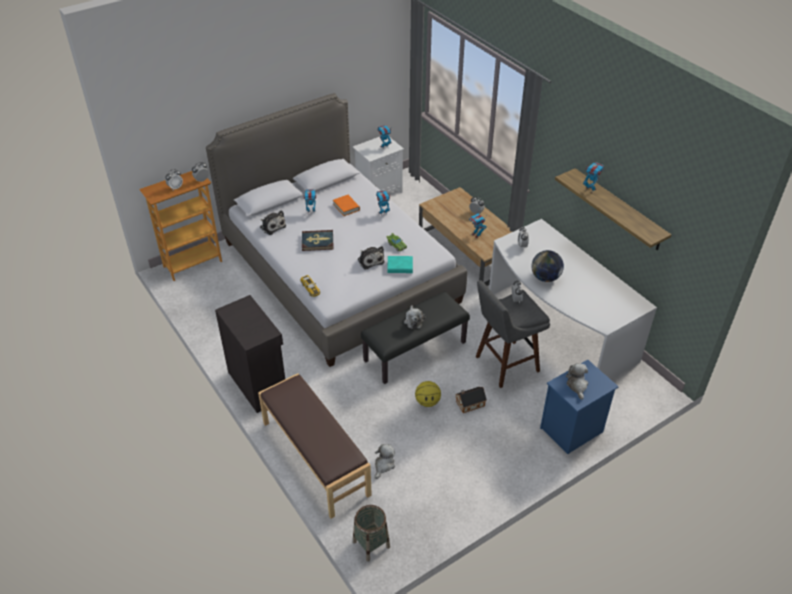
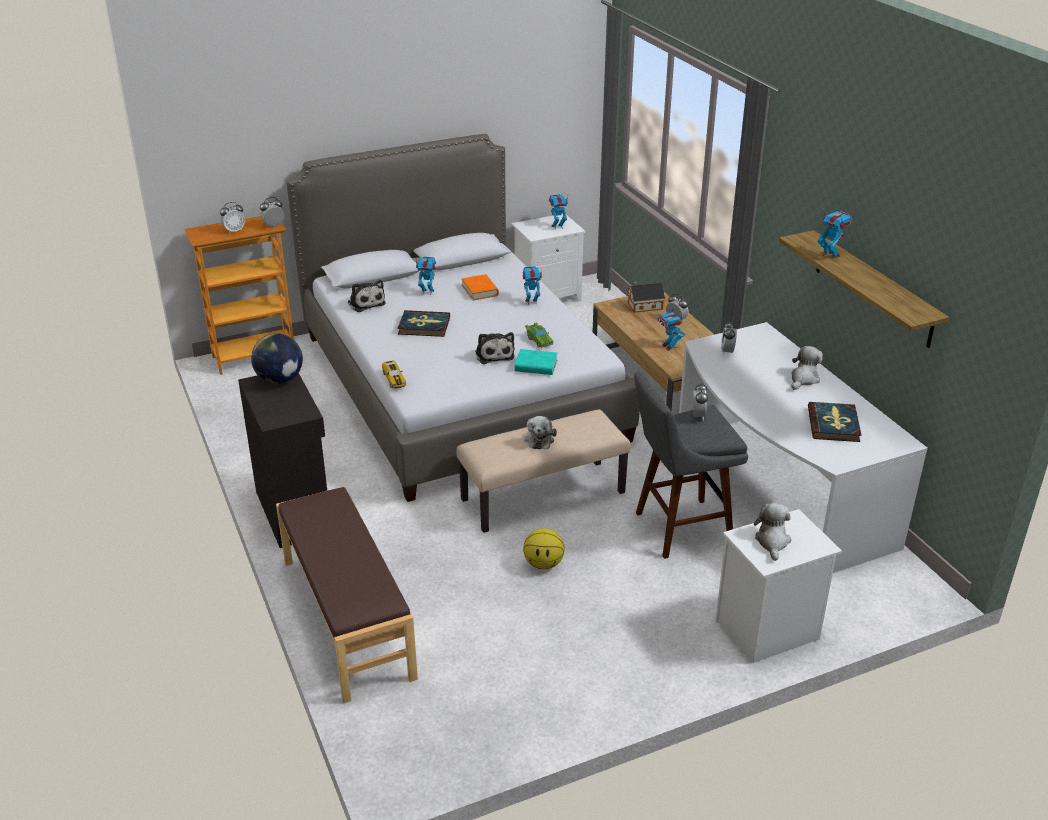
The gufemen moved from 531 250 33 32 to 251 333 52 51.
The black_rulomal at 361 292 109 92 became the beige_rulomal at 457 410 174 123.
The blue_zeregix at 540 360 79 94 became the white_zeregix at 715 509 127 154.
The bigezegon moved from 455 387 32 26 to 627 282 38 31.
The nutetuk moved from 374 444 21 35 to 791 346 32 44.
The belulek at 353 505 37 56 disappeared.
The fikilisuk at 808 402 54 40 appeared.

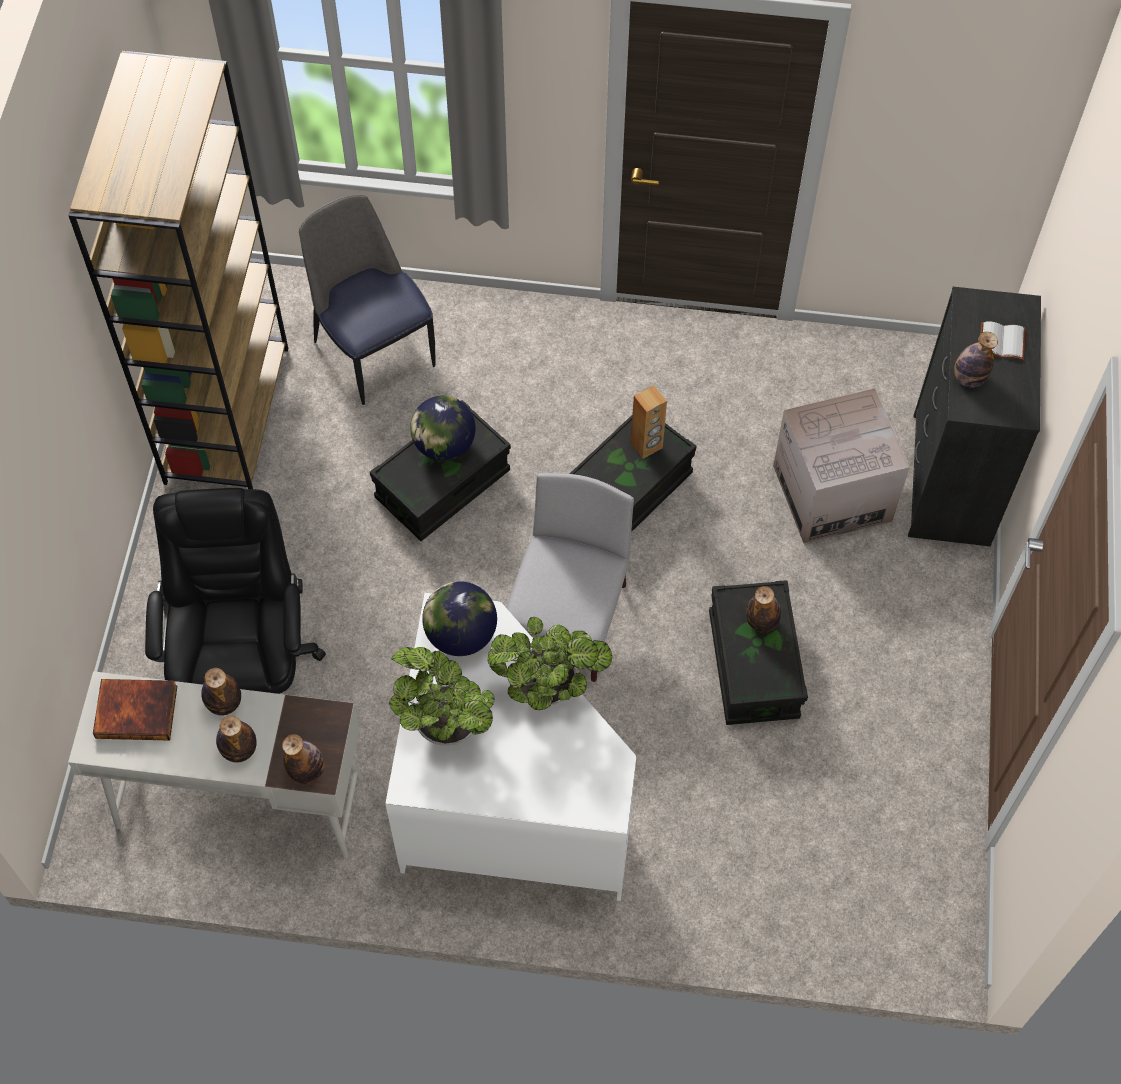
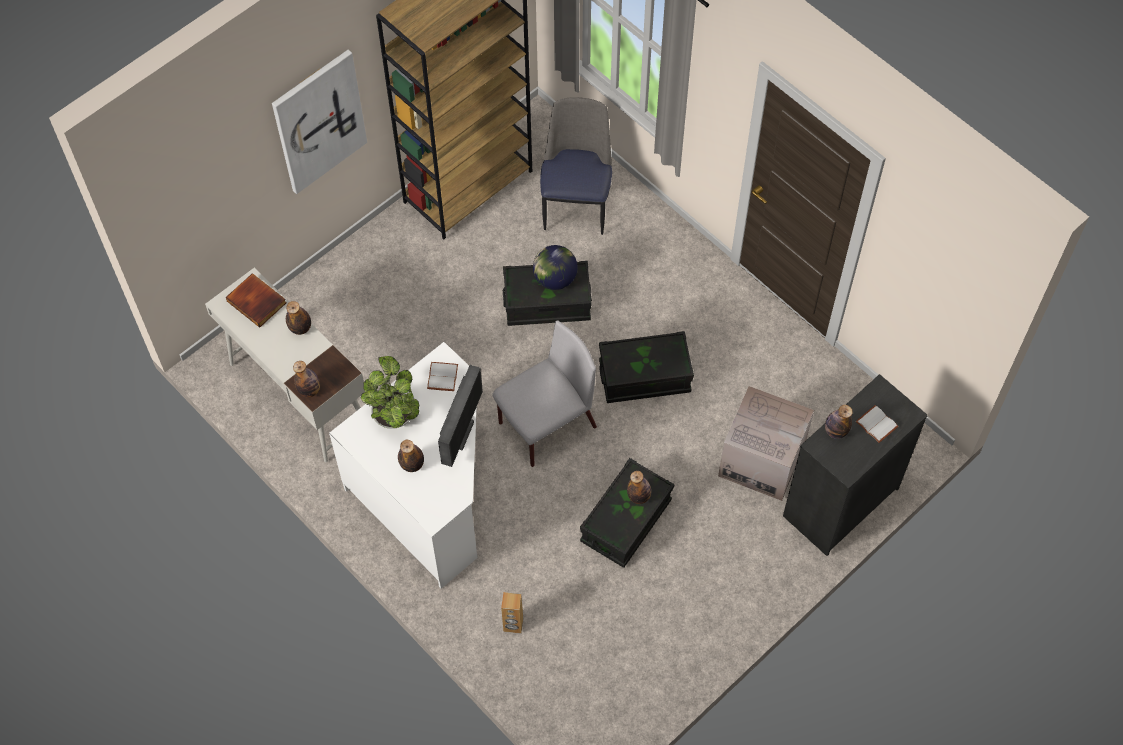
The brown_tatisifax moved from 631 385 36 74 to 501 592 22 42.
The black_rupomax at 145 488 181 206 disappeared.
The gufemen at 422 581 75 75 was replaced by the white_fikilisuk at 427 362 31 29.
The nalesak at 487 617 125 93 was replaced by the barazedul at 438 365 45 102.
The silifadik moved from 216 715 41 48 to 398 440 26 32.
The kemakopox at 272 49 95 145 appeared.

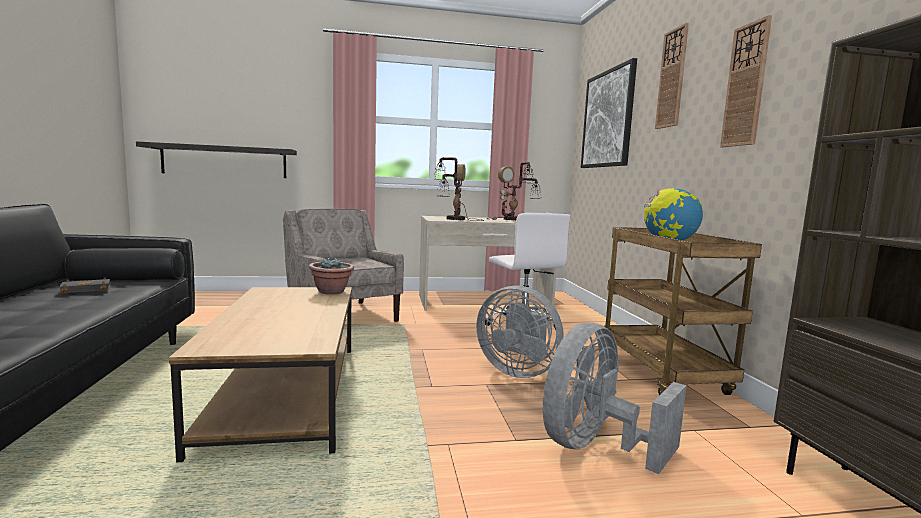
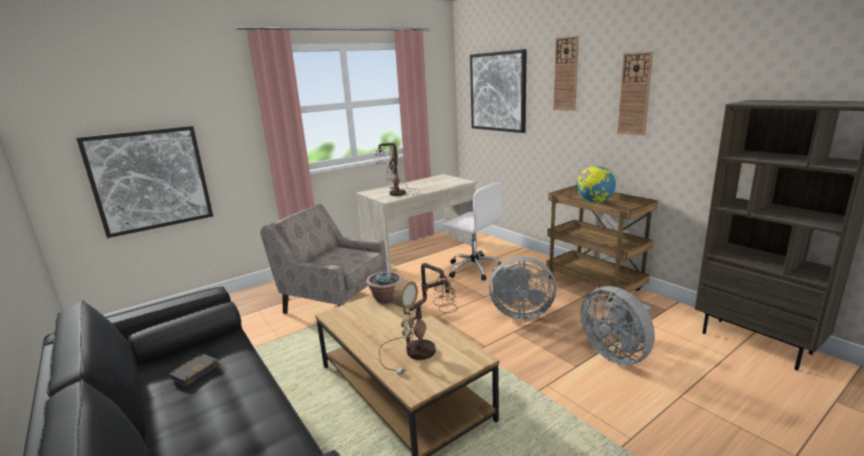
The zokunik at 136 141 161 37 was replaced by the kemakopox at 76 126 137 112.
The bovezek moved from 491 162 50 59 to 379 263 79 112.
The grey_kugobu at 543 323 144 151 turned 45 degrees counterclockwise.

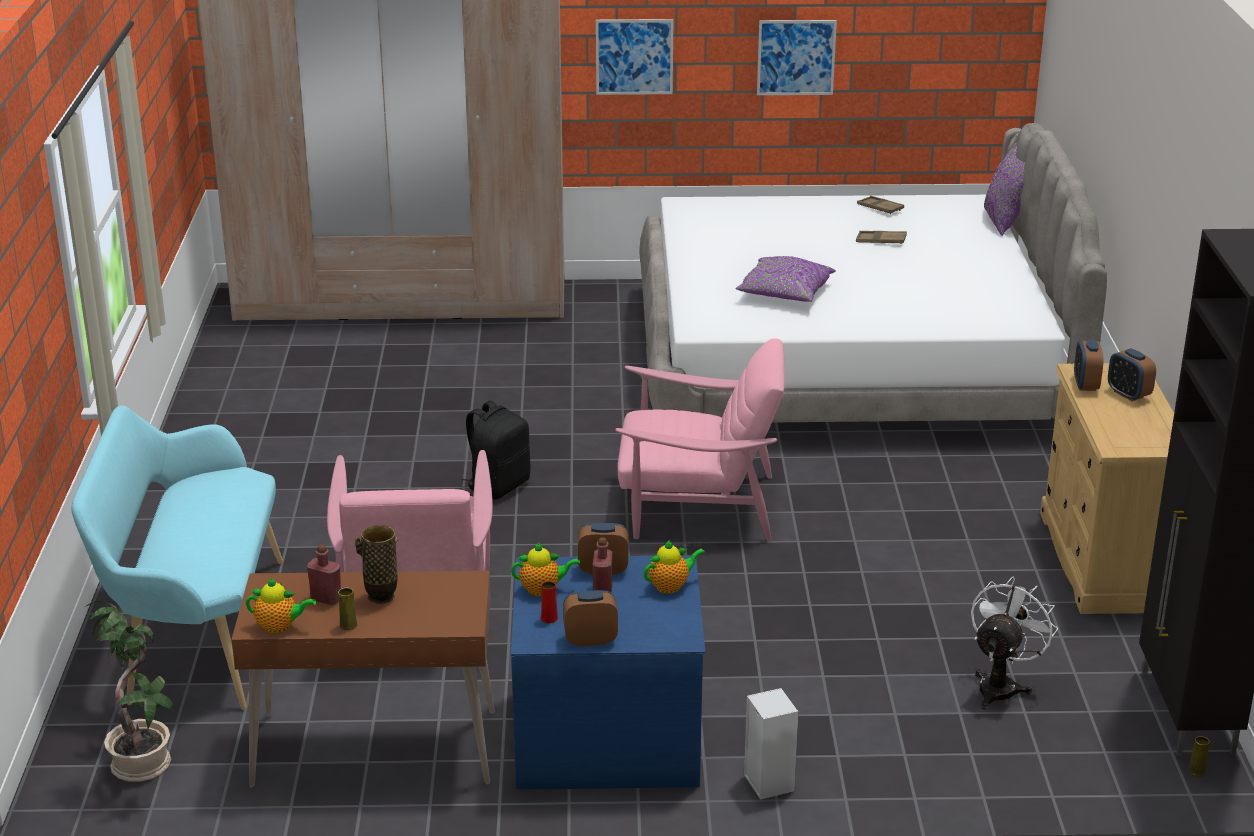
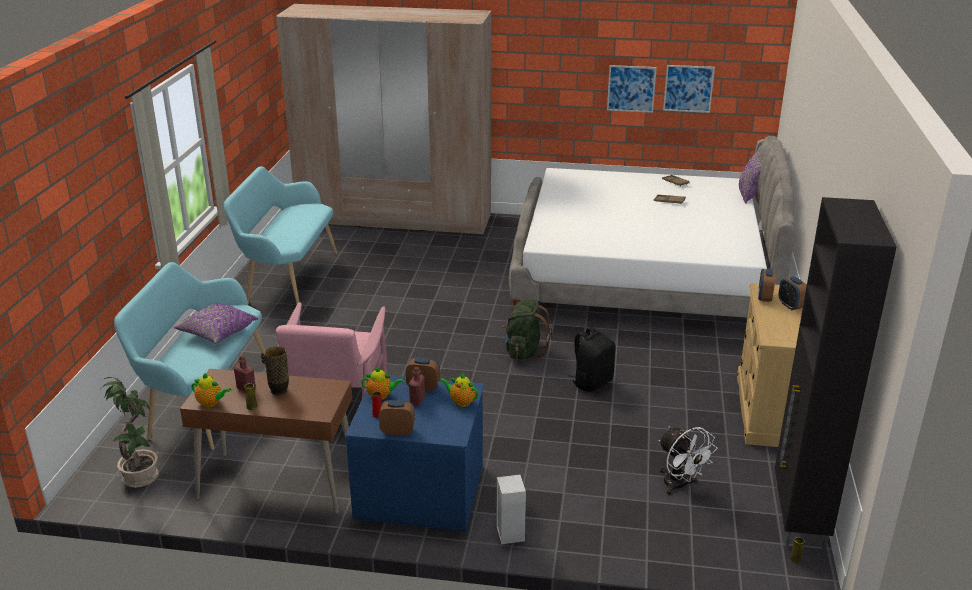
The kemakopox moved from 596 19 77 76 to 663 65 52 48.
The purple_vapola moved from 735 256 101 46 to 174 303 85 41.
The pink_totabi at 615 338 169 203 was replaced by the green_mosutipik at 502 299 51 61.
The black_mosutipik moved from 462 400 68 100 to 568 327 47 65.
The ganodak at 644 540 61 54 turned 135 degrees counterclockwise.
The white_kugobu at 971 576 87 133 turned 105 degrees clockwise.
The turquoise_rulomal at 224 166 113 138 appeared.

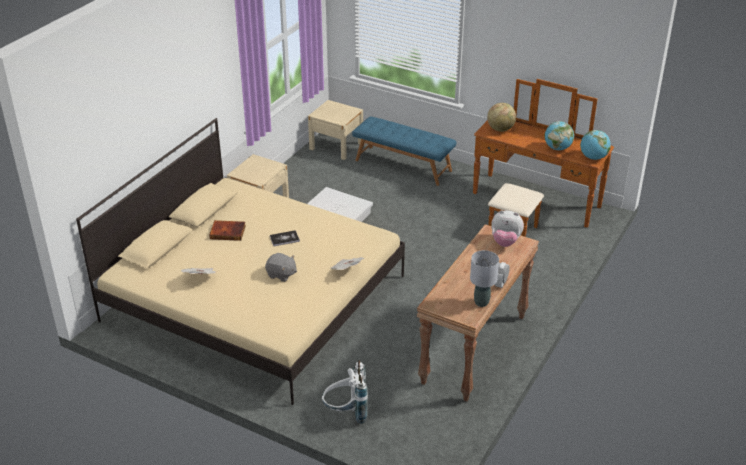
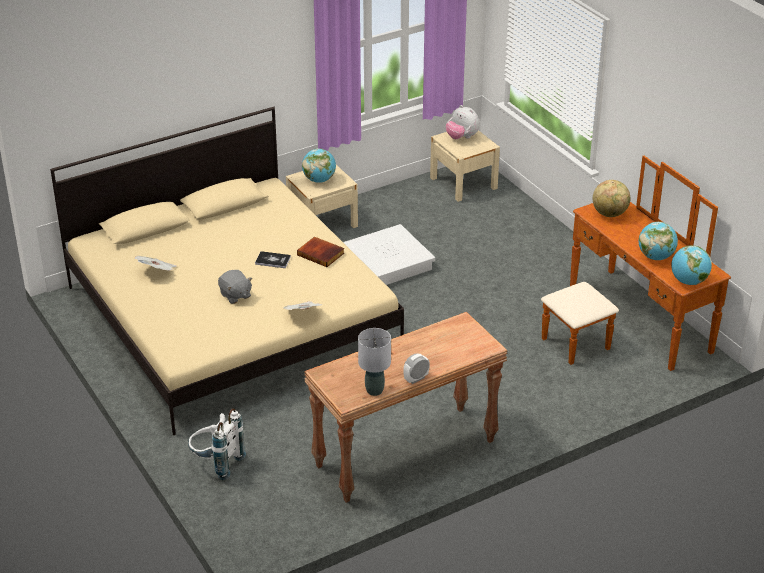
The blue_rulomal at 352 116 105 70 disappeared.
The nutetuk moved from 491 210 33 37 to 446 105 34 34.
The fikilisuk moved from 209 220 37 21 to 297 236 47 31.
The gufemen at 302 148 34 35 appeared.

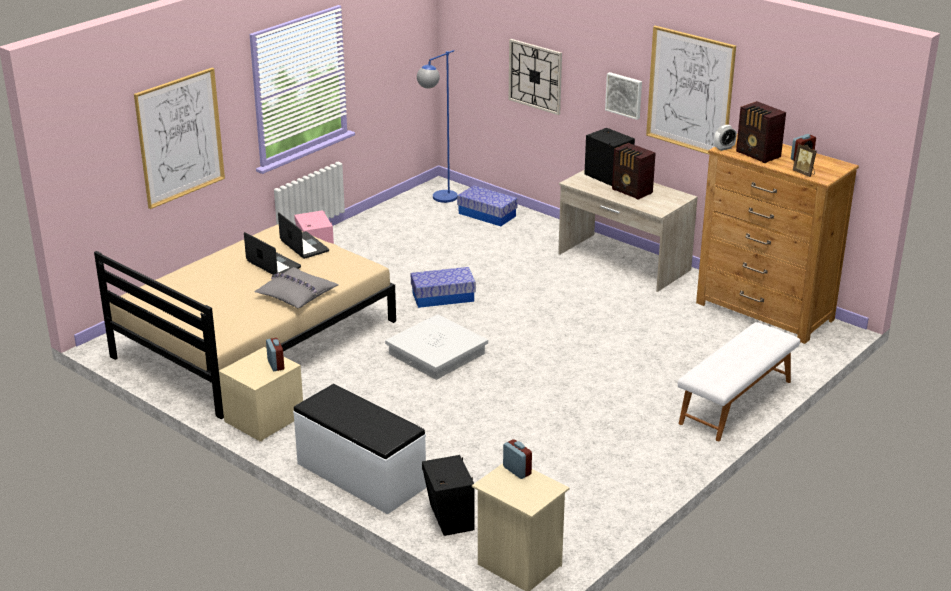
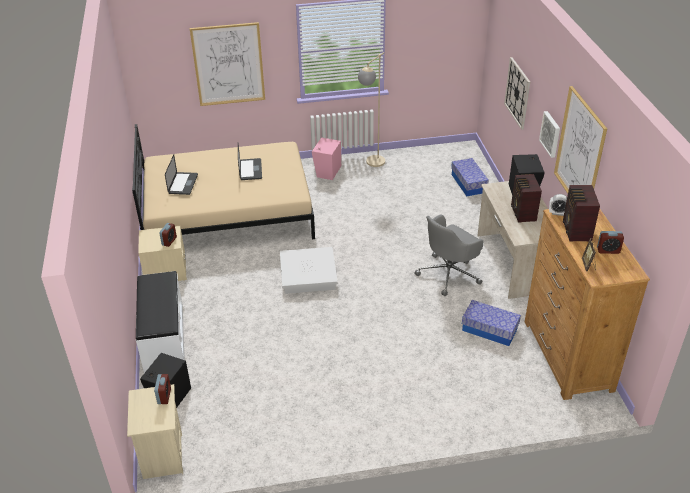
The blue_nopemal at 417 50 41 153 disappeared.
The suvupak moved from 278 212 51 47 to 165 155 33 40.
The grey_vapola at 254 267 85 41 disappeared.
The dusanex moved from 411 267 65 41 to 462 300 59 46.
The white_rulomal at 678 322 122 119 disappeared.
The beige_nopemal at 358 52 27 115 appeared.
The grey_rupomax at 414 214 70 82 appeared.

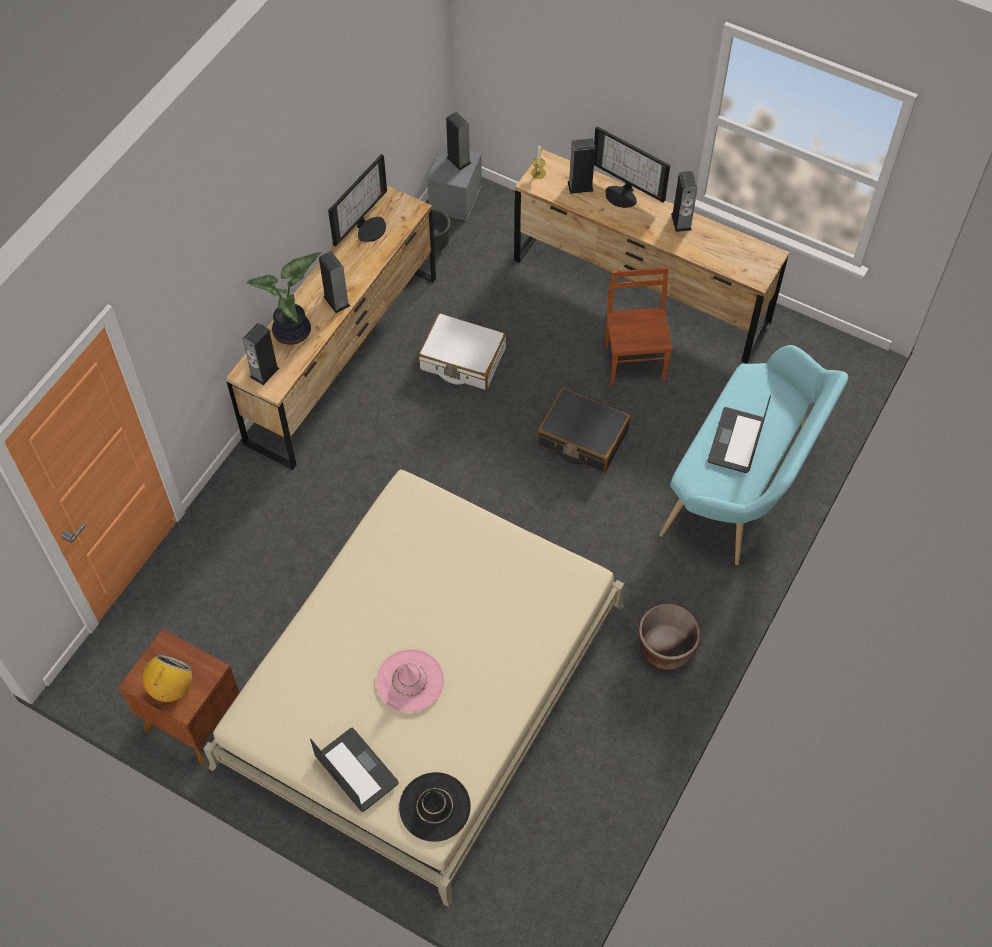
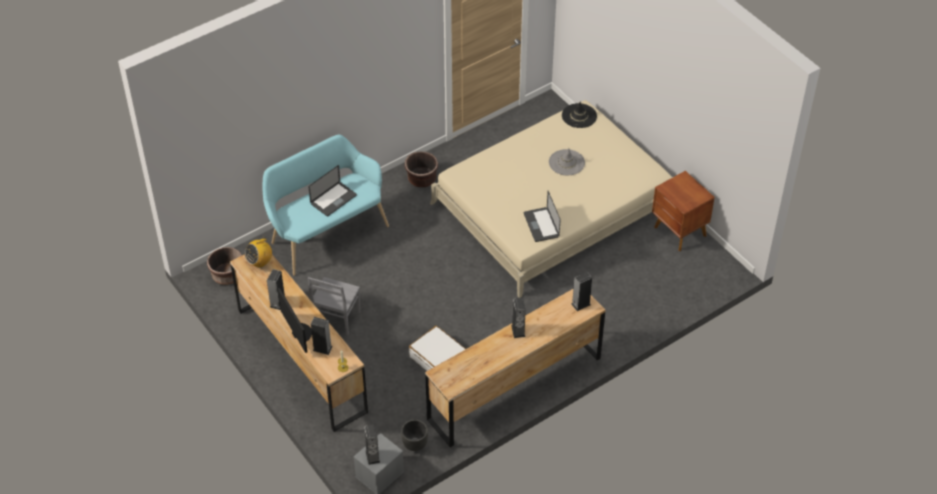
The barazedul at 328 154 59 93 disappeared.
The nalesak at 247 252 75 93 disappeared.
The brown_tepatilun at 605 267 68 119 became the grey_tepatilun at 308 277 52 58.
The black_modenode at 537 388 93 84 disappeared.
The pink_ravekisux at 376 649 68 64 became the grey_ravekisux at 549 148 36 27.
The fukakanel moved from 143 655 49 47 to 245 237 27 31.
The suvupak moved from 310 728 89 84 to 524 191 36 51.
The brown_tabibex at 207 247 35 38 appeared.

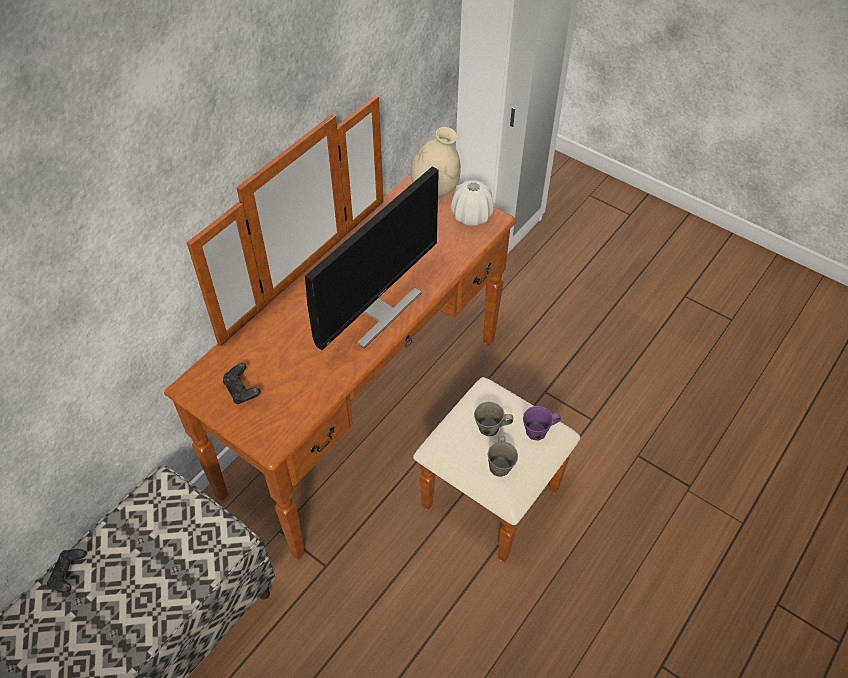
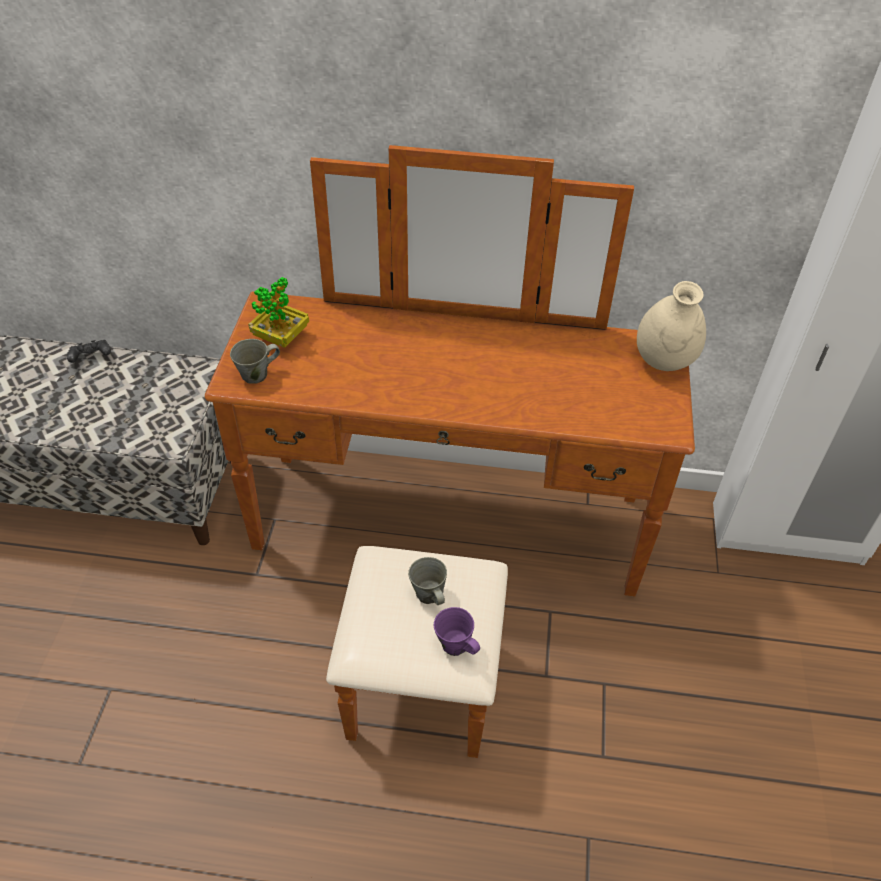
The barazedul at 305 167 134 183 disappeared.
The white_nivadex at 451 180 43 46 disappeared.
The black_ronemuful at 223 363 38 41 was replaced by the nalesak at 249 277 60 71.
The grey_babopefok moved from 488 436 30 41 to 230 339 50 45.

